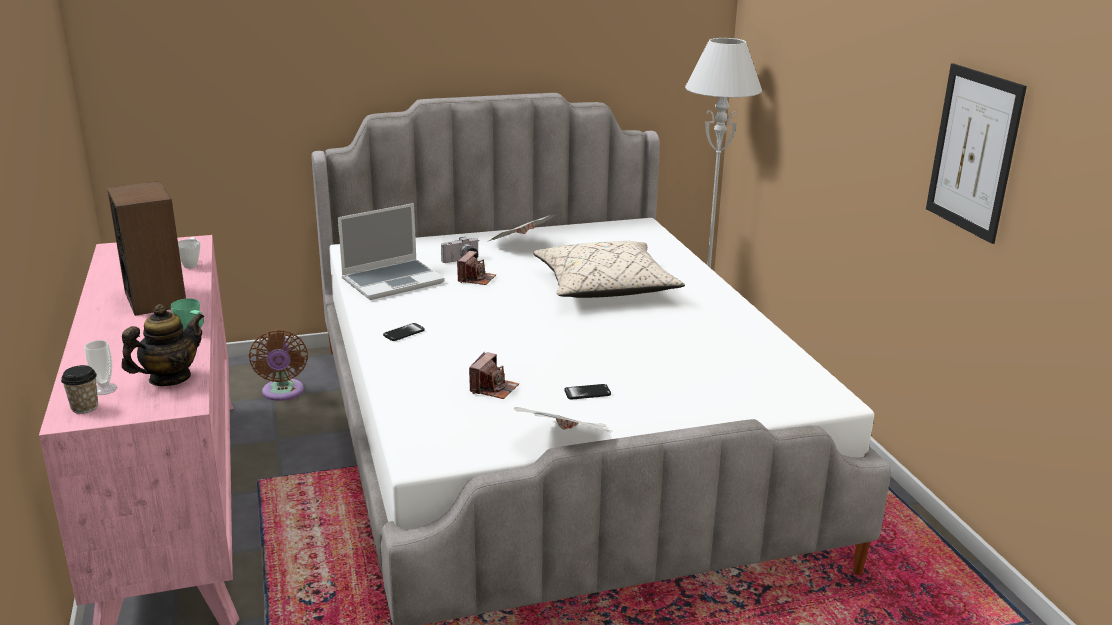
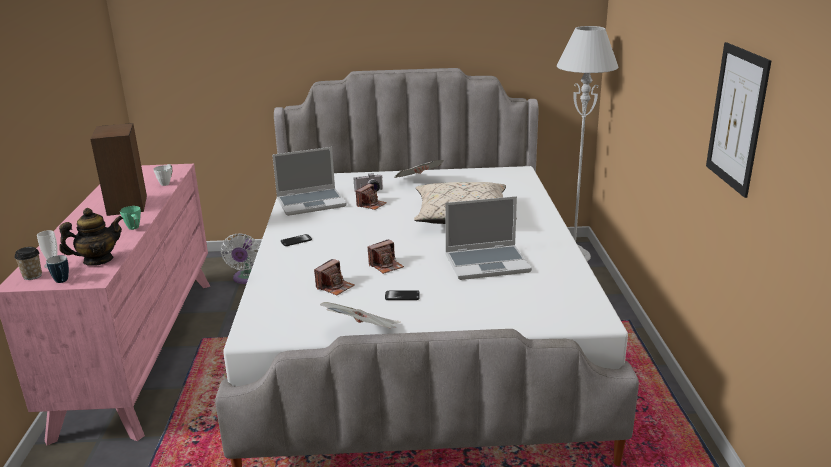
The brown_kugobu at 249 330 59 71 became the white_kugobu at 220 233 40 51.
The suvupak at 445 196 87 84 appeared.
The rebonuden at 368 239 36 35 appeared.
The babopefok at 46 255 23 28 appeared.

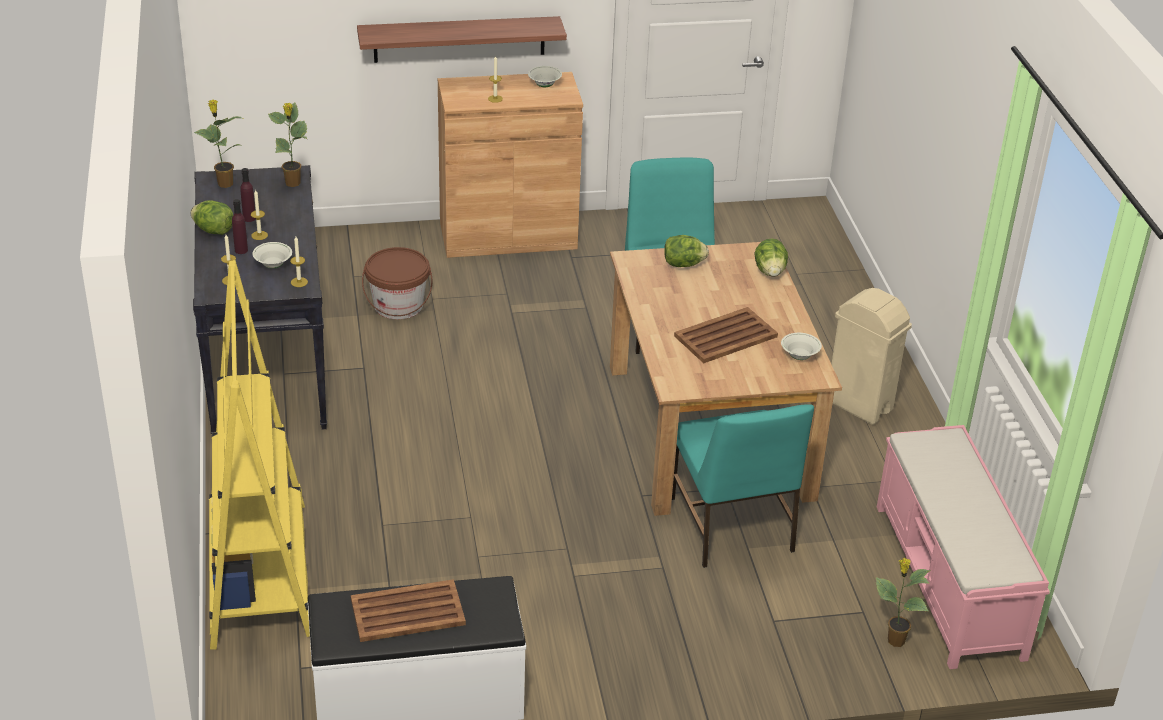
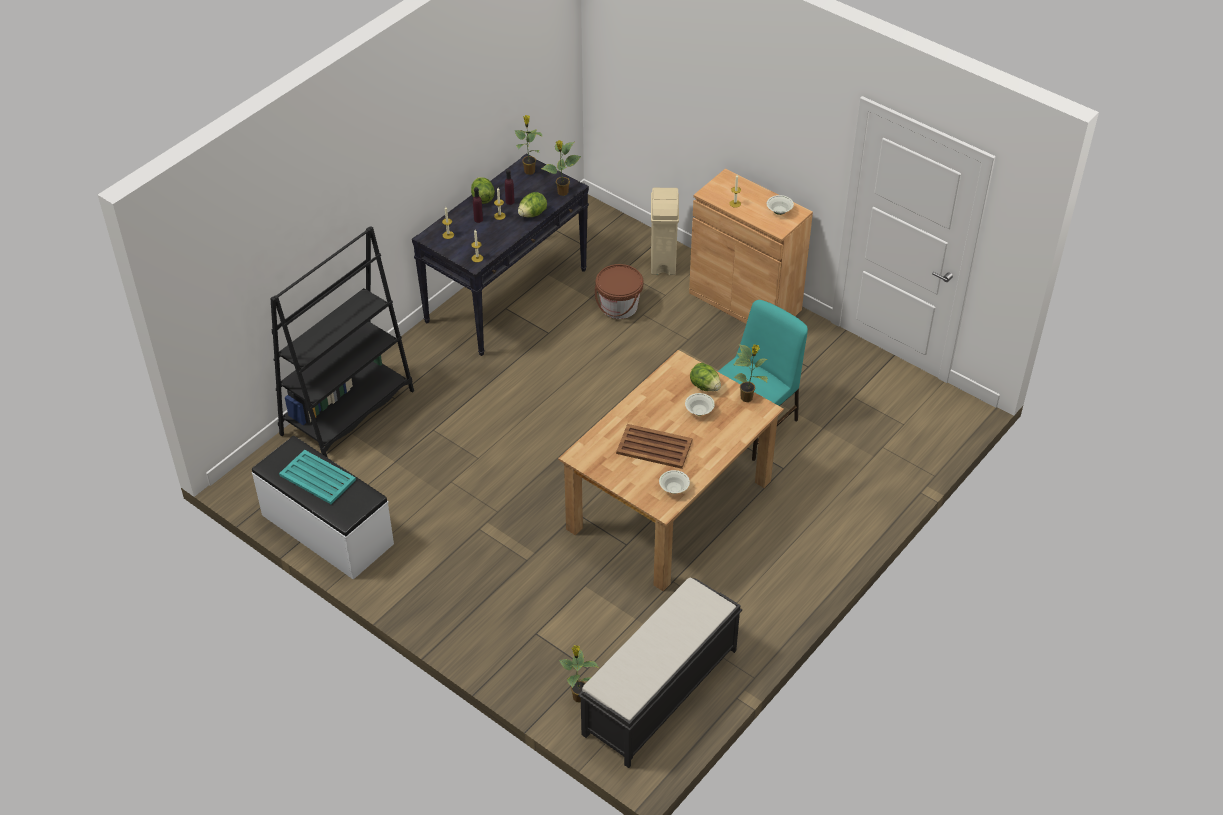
The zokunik at 357 16 210 47 disappeared.
The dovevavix moved from 755 238 33 39 to 518 192 29 25.
The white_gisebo moved from 252 242 40 26 to 685 393 30 22.
The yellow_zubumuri at 209 260 101 389 became the black_zubumuri at 270 226 144 232.
The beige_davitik moved from 832 288 80 137 to 651 188 28 87.
The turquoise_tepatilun at 672 404 142 164 disappeared.
The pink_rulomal at 877 425 173 244 became the black_rulomal at 578 577 164 191.
The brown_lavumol at 351 579 115 63 became the turquoise_lavumol at 279 450 77 54.
The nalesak at 733 344 35 58 appeared.

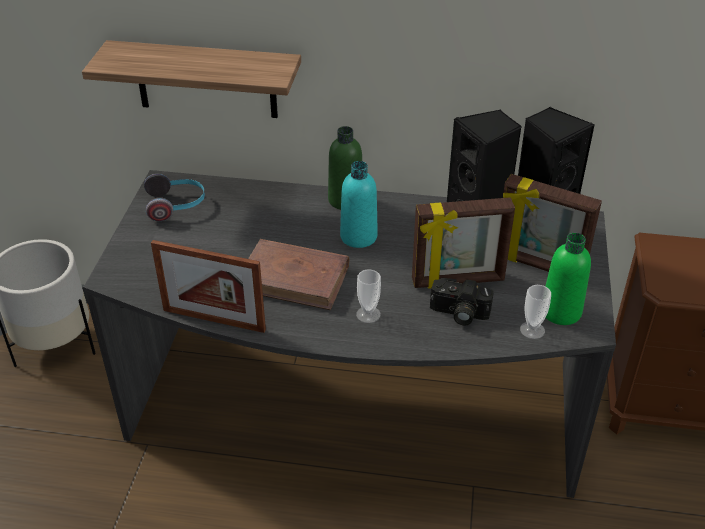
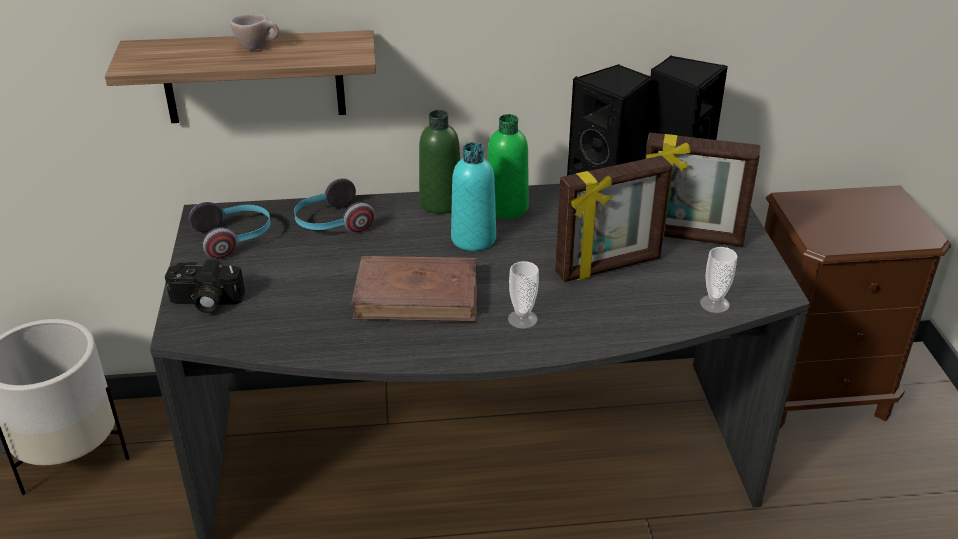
The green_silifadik moved from 545 233 46 92 to 487 114 42 105.
The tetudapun at 151 240 115 93 disappeared.
The rebonuden moved from 430 278 64 48 to 165 259 80 54.
The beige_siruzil at 230 14 50 36 appeared.
The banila at 294 178 81 55 appeared.

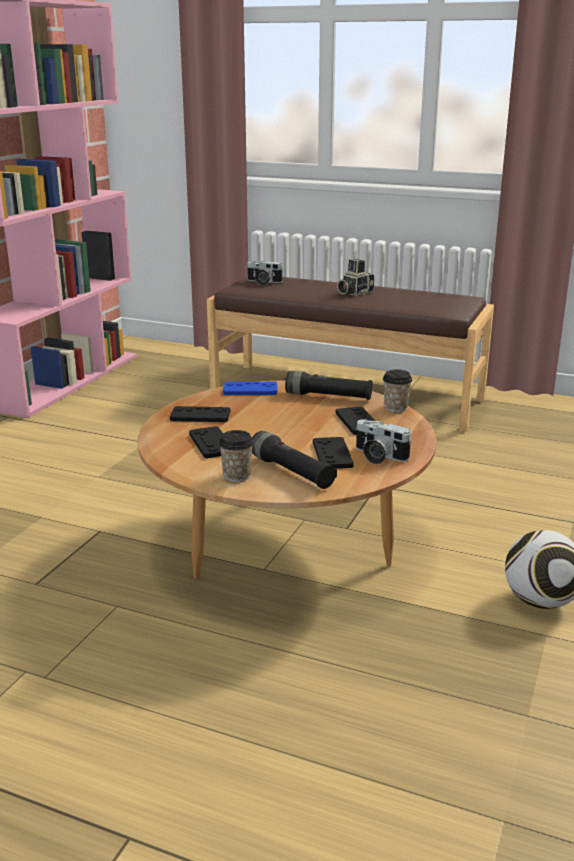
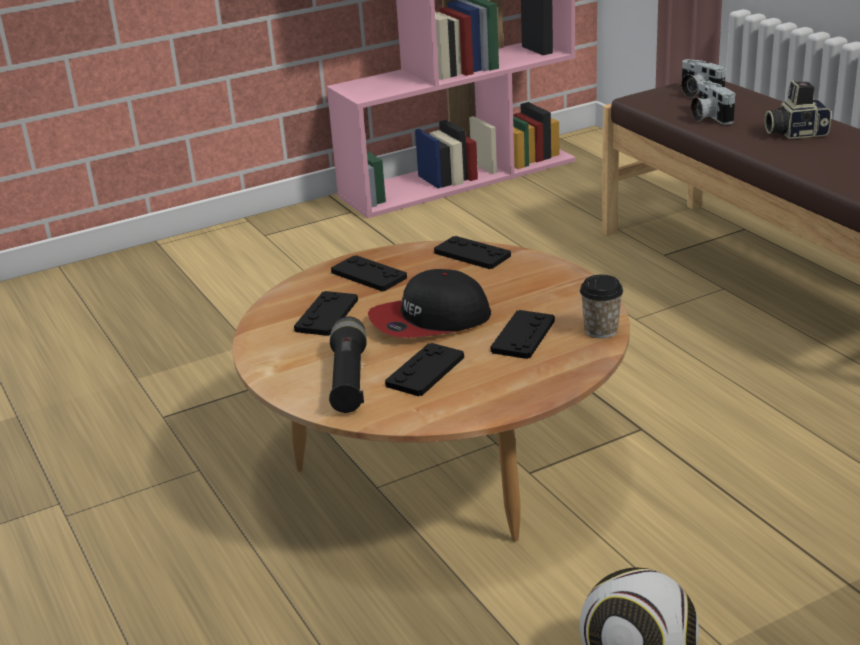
The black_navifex at 285 371 88 29 disappeared.
The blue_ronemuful at 223 381 54 14 became the black_ronemuful at 434 236 77 33.
The rebonuden moved from 356 419 56 45 to 691 81 45 44.
The siruzil at 218 430 36 52 disappeared.
The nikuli at 368 269 123 69 appeared.

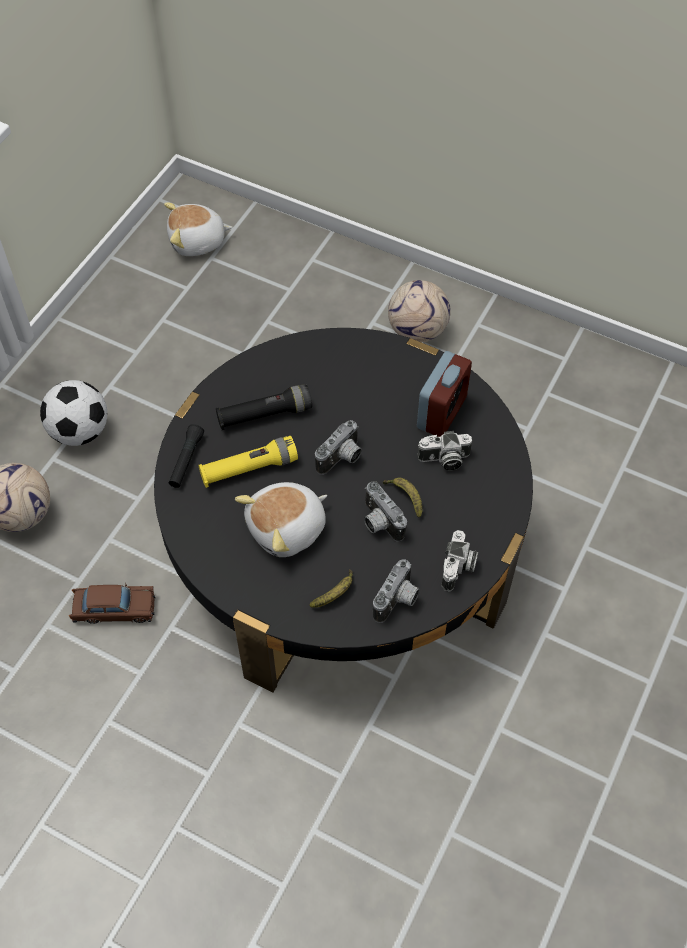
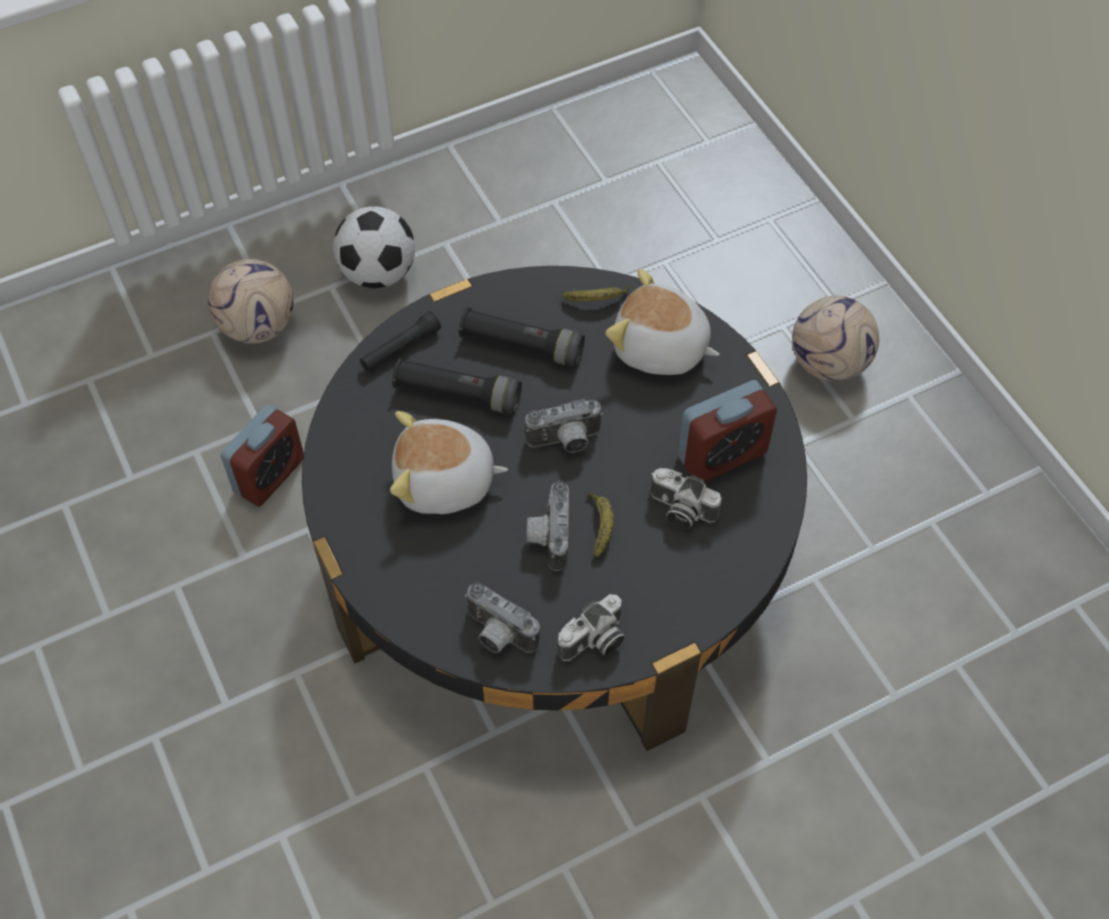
The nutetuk moved from 164 203 68 53 to 606 269 114 106.
The yellow_navifex at 199 436 99 52 became the black_navifex at 392 358 130 56.
The rebonuden at 373 559 47 64 turned 60 degrees clockwise.
The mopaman moved from 309 569 44 39 to 562 285 67 16.
The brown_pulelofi at 69 582 87 42 was replaced by the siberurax at 221 404 83 103.

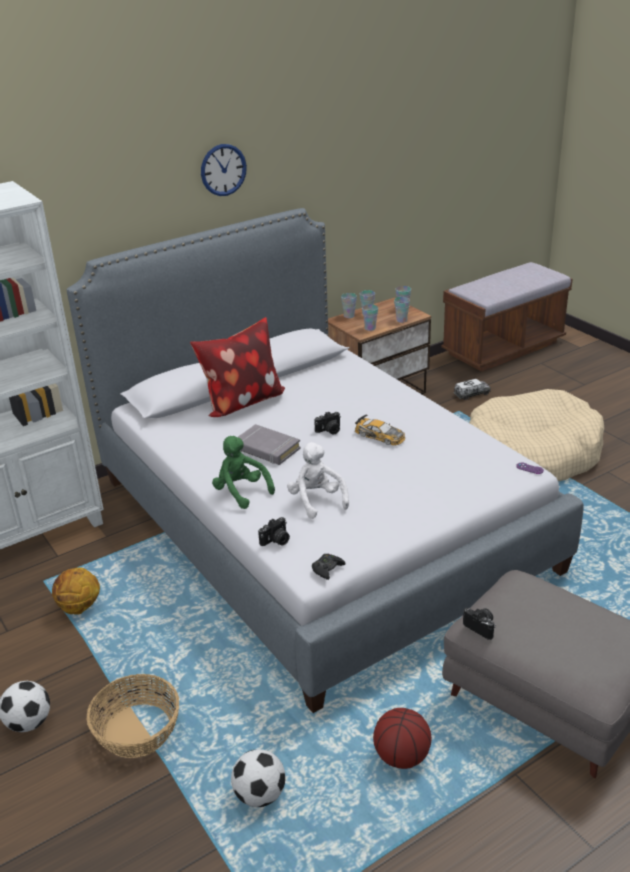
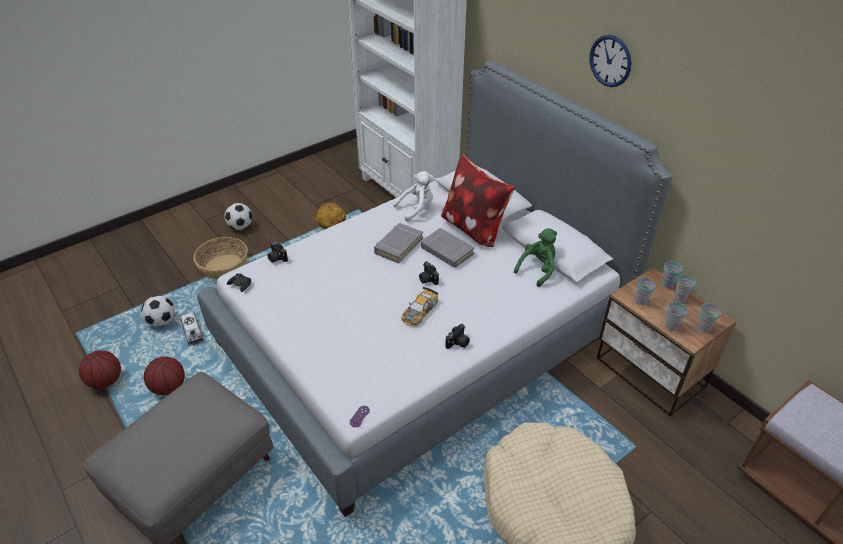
The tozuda moved from 454 379 37 21 to 181 312 23 34.
The green_nutetuk moved from 212 436 63 73 to 514 228 43 59.
The white_nutetuk moved from 287 442 62 77 to 393 171 40 51.
The rebonuden moved from 463 608 32 32 to 445 324 25 25.
The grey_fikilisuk at 421 228 54 40 appeared.
The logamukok at 79 350 42 39 appeared.

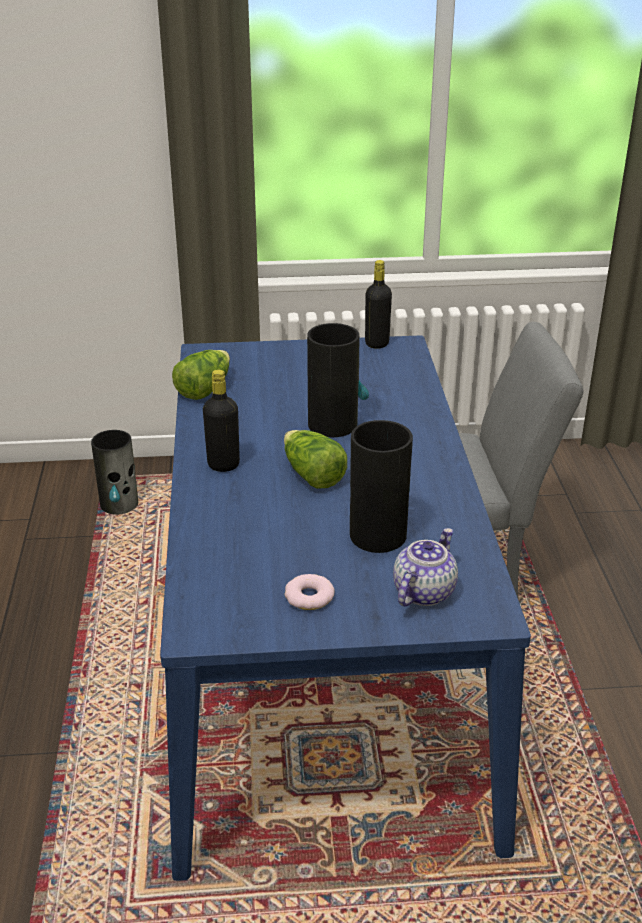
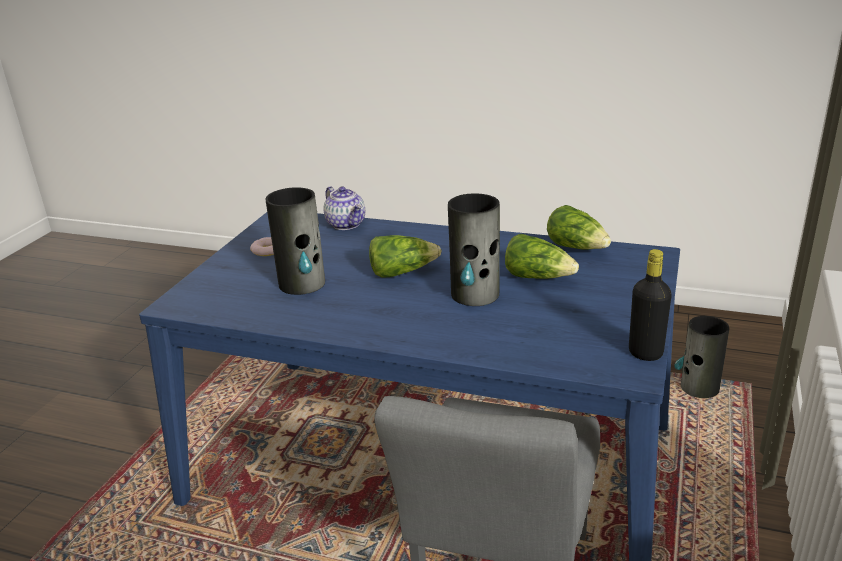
The black_silifadik at 203 370 37 102 disappeared.
The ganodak moved from 393 528 65 78 to 323 186 42 44.
The dovevavix at 505 234 74 45 appeared.

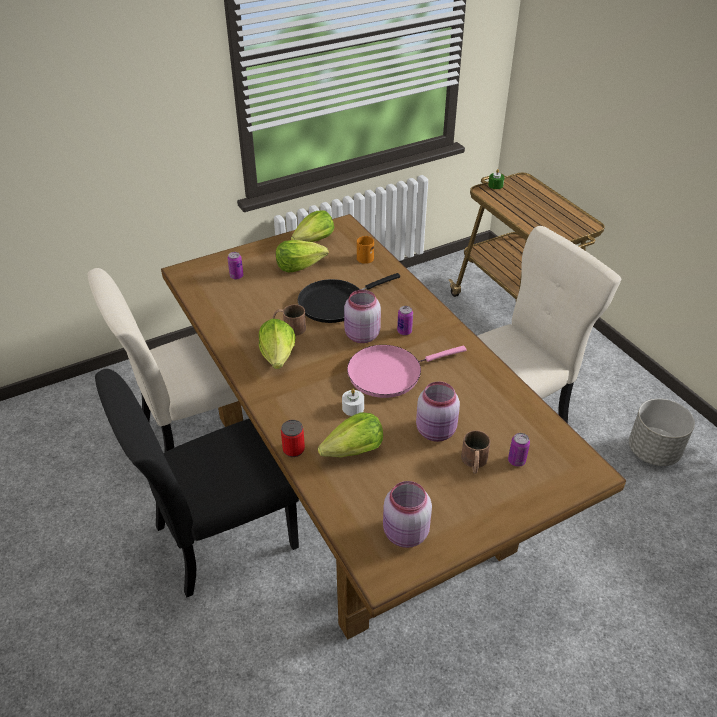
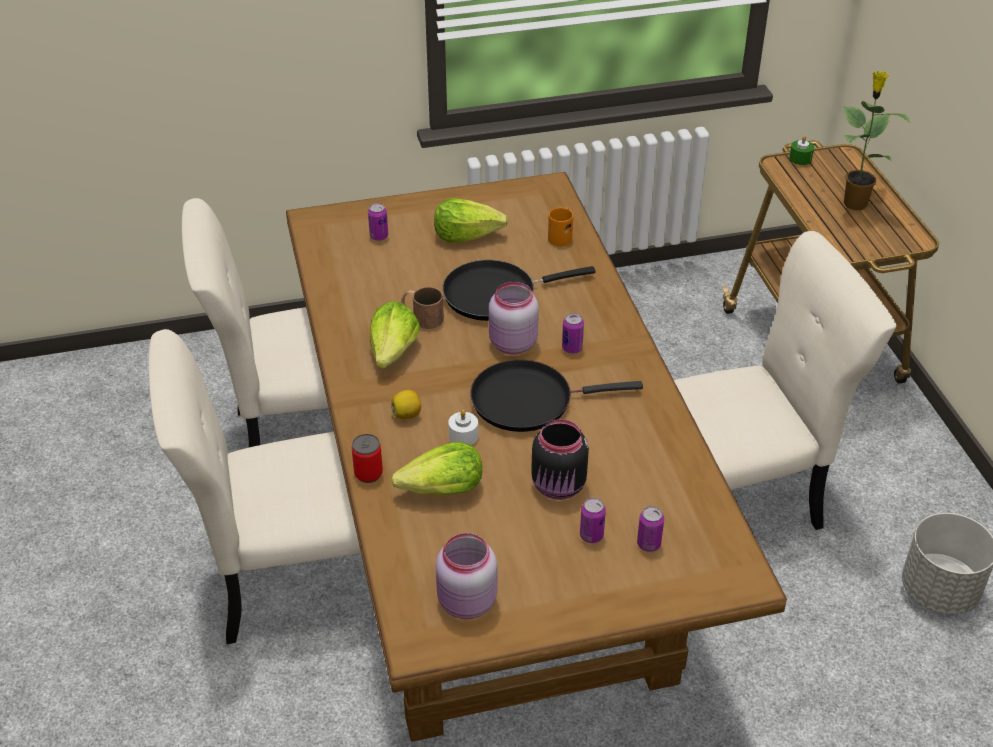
The dovevavix at 291 210 43 32 disappeared.
The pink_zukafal at 347 345 120 53 became the black_zukafal at 470 360 173 72.
The black_tepatilun at 95 369 204 229 became the beige_tepatilun at 149 329 212 315.
The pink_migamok at 416 382 44 60 became the black_migamok at 531 419 58 81.
The brown_babopefok at 461 430 30 44 was replaced by the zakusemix at 580 498 26 45.
The nalesak at 843 71 68 139 appeared.
The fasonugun at 391 390 30 29 appeared.

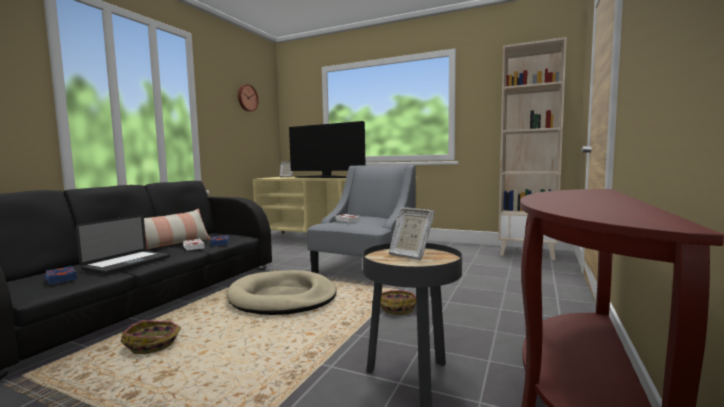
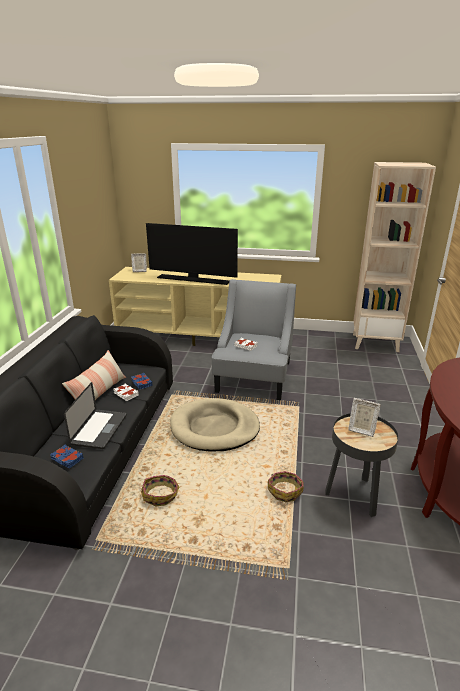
The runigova at 238 84 20 28 disappeared.
The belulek moved from 380 290 37 25 to 268 471 36 31.

